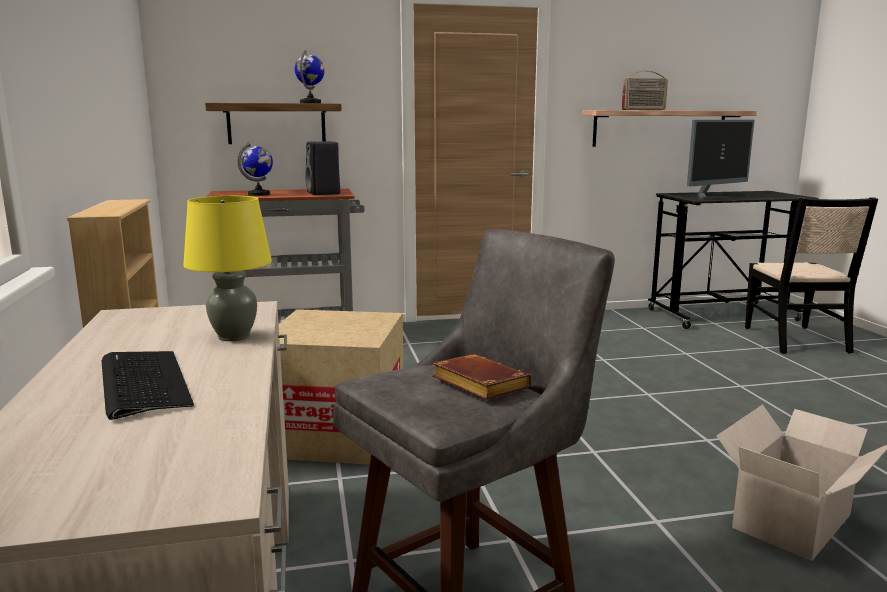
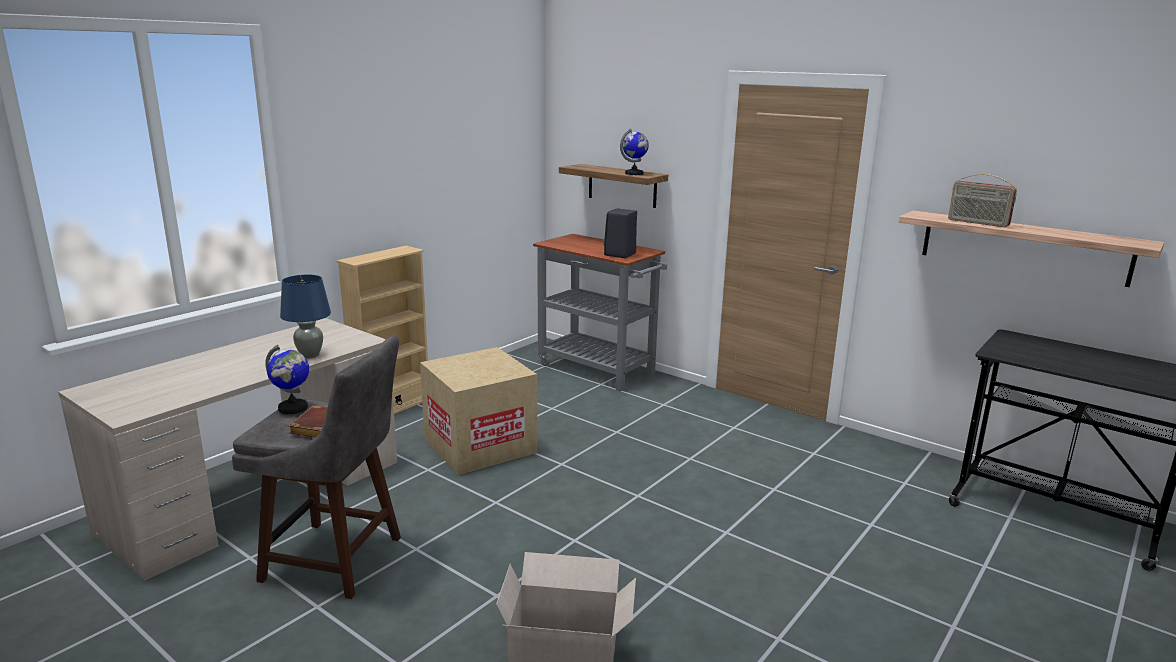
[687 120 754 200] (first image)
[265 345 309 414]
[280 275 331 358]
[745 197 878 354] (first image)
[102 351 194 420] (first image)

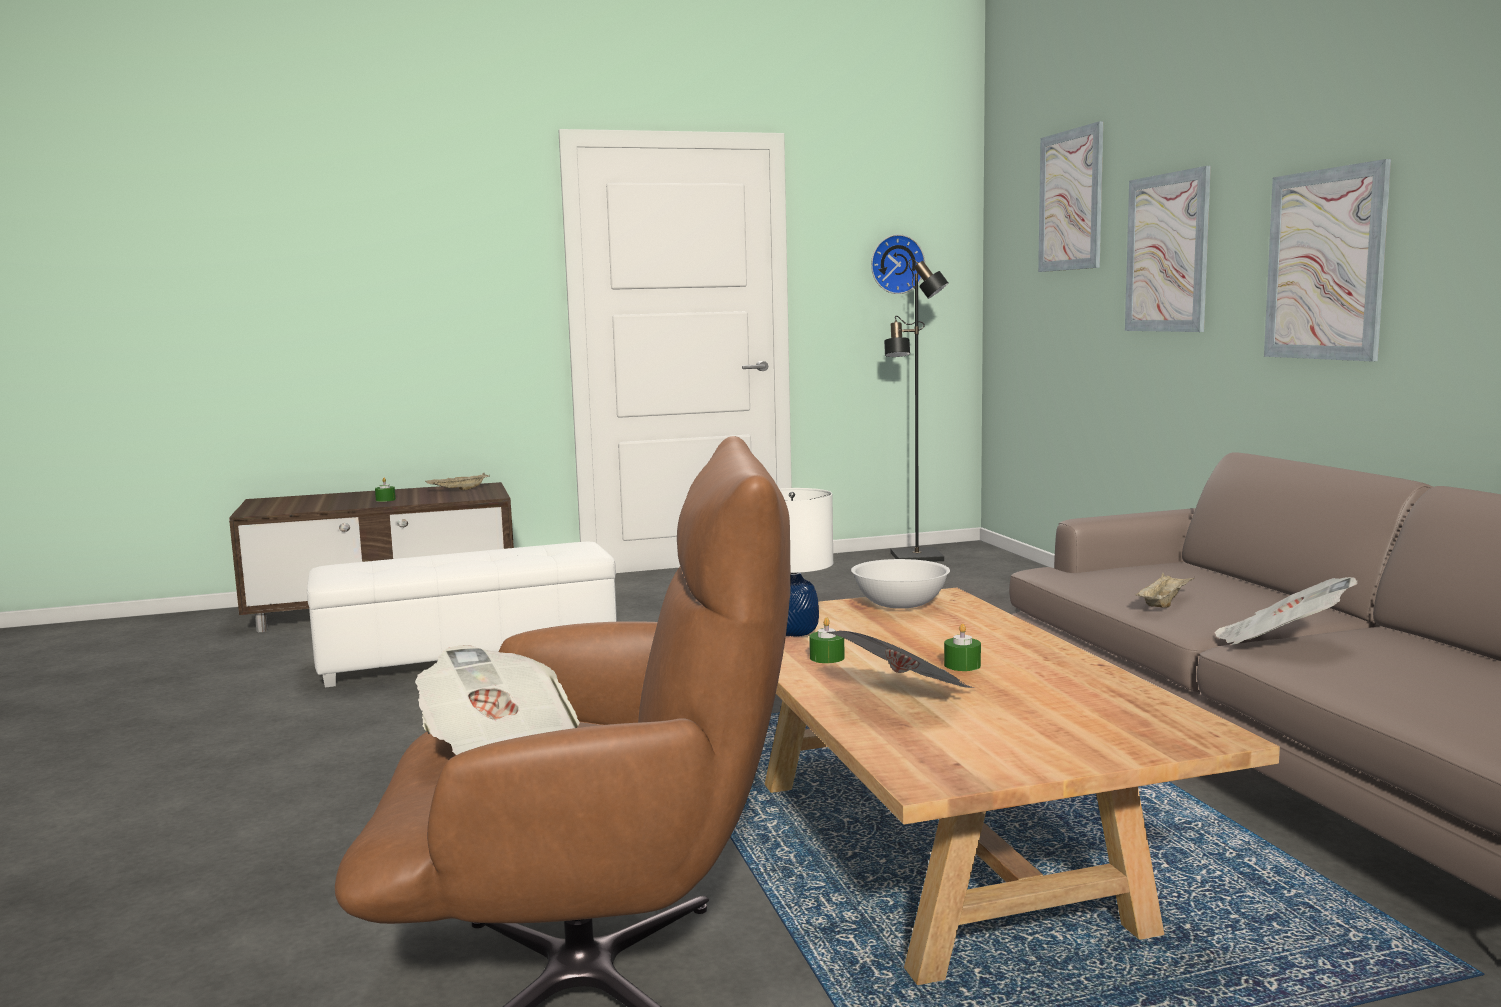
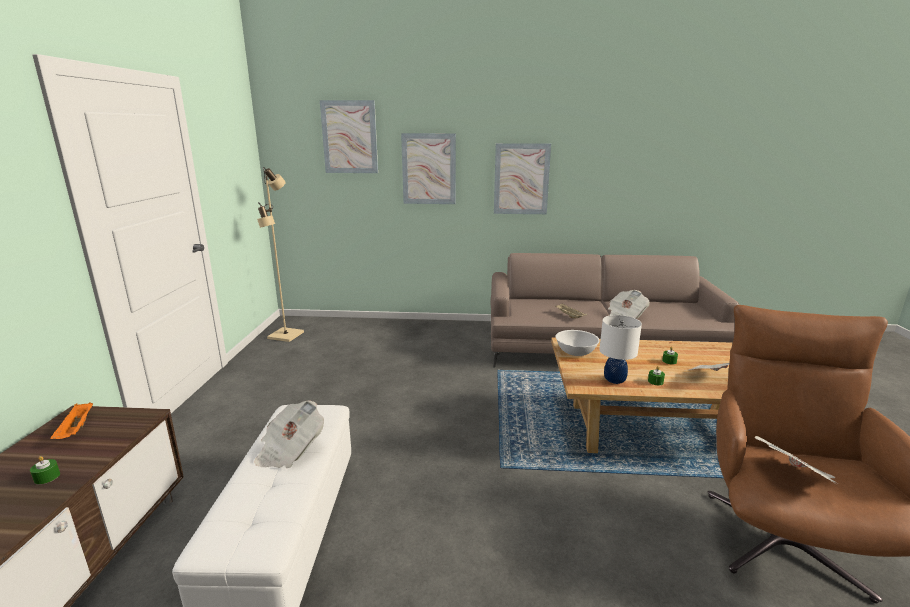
[871 234 925 294] (first image)
[257 167 304 342]
[50 402 93 439]
[254 400 324 468]

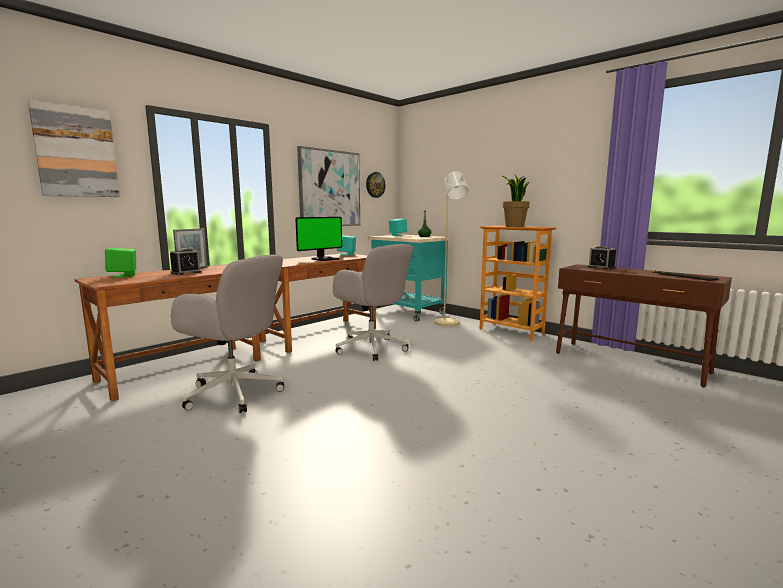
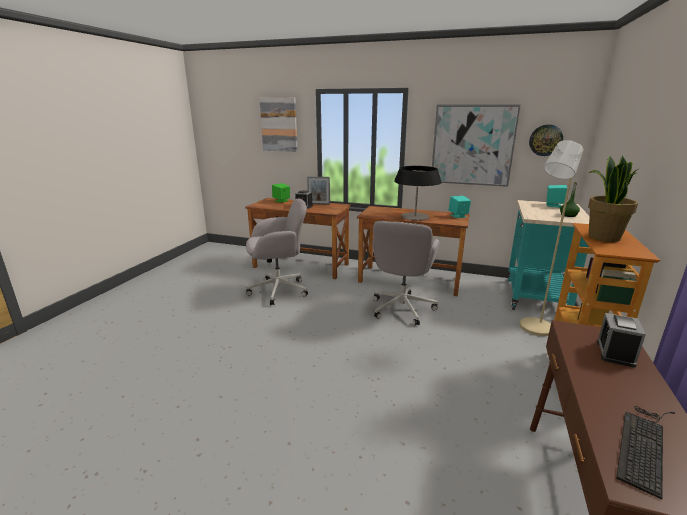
[395 166 442 221]
[246 198 308 305]

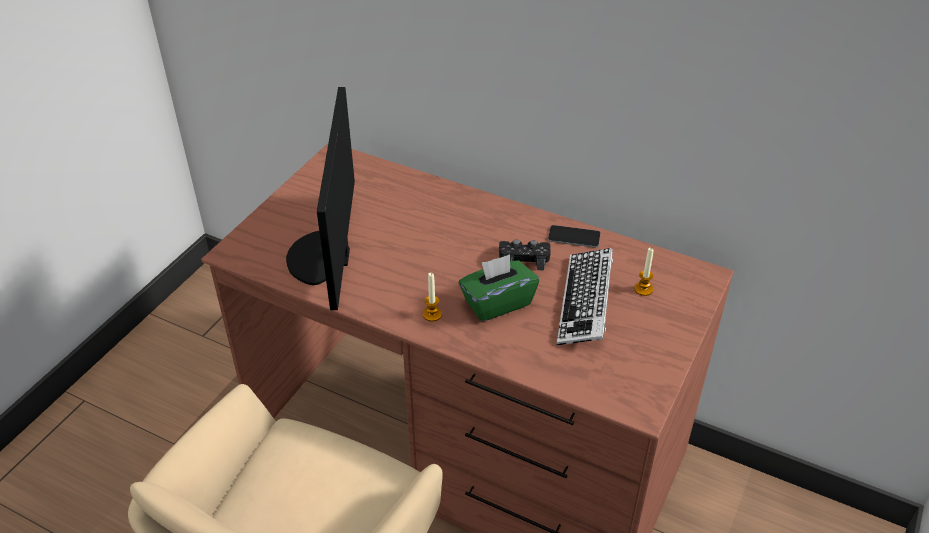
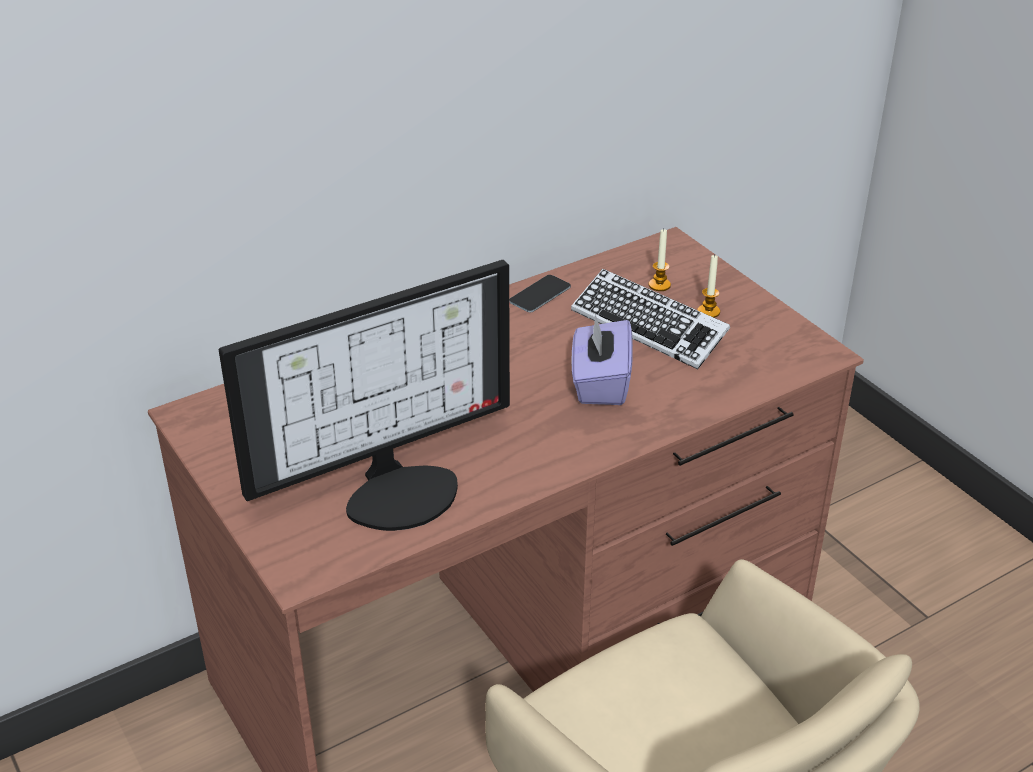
[219 260 510 531]
[499 239 551 270] (first image)
[572 314 633 405]
[698 254 720 318]

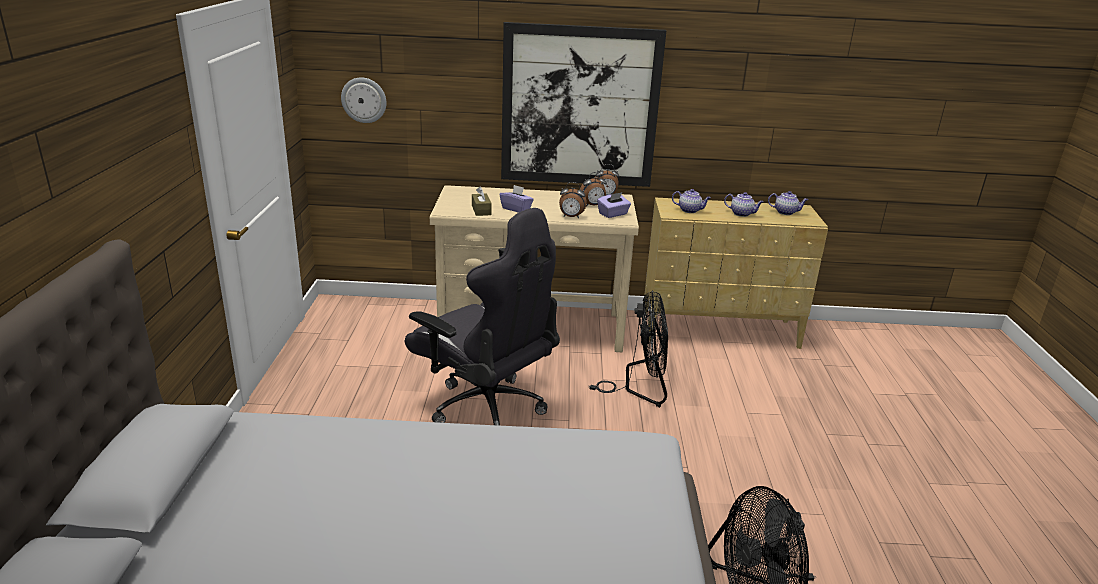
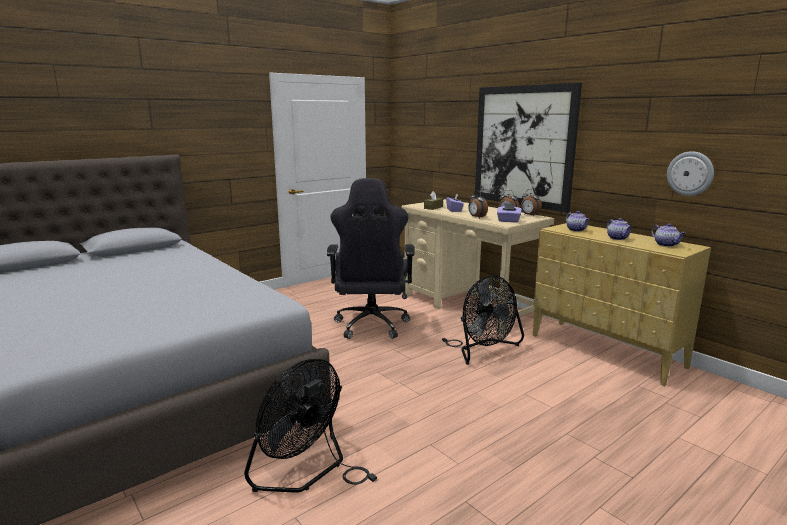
[667 151 714 196]

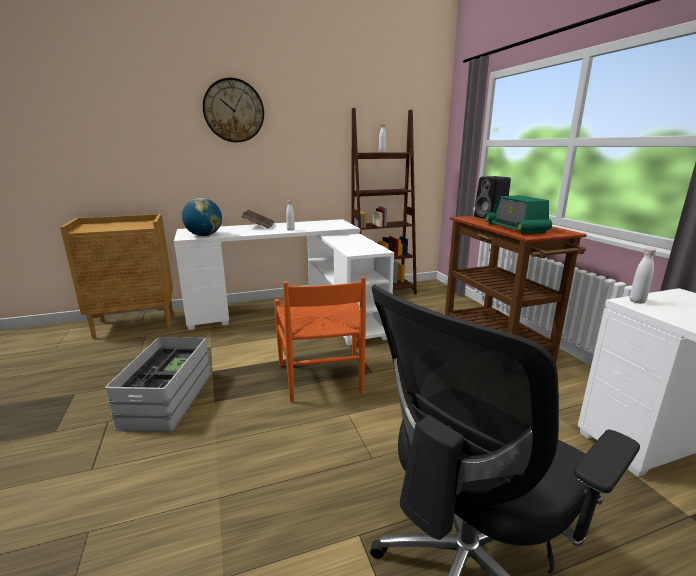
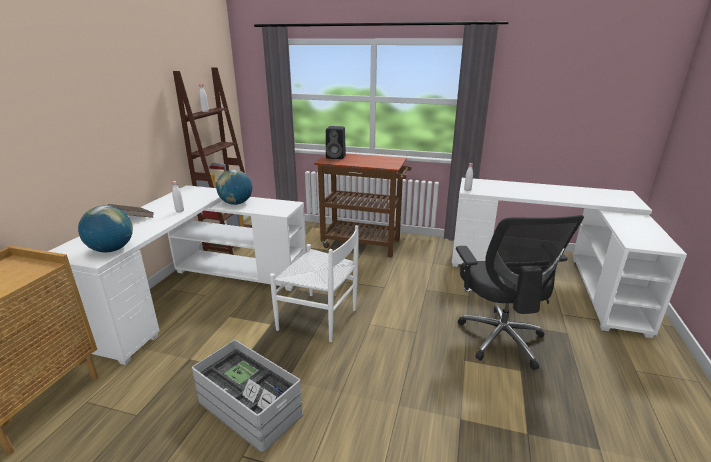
[203 78 264 142] (first image)
[484 195 552 234] (first image)
[270 225 358 342]
[216 170 252 205]

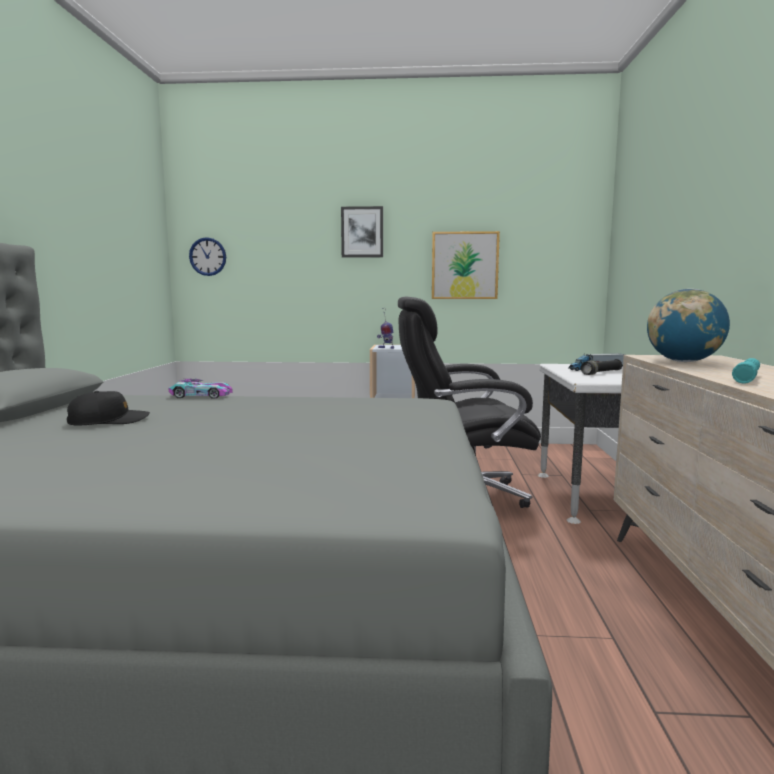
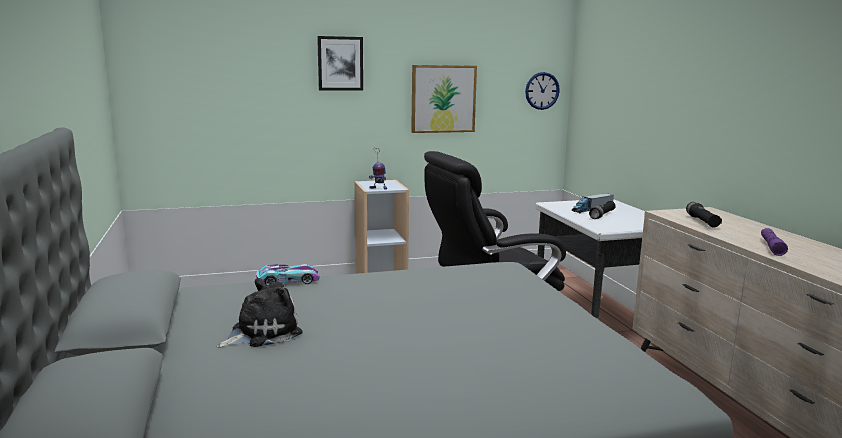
[525 72 560 110]
[686 202 722 227]
[761 228 788 256]
[217 279 303 348]

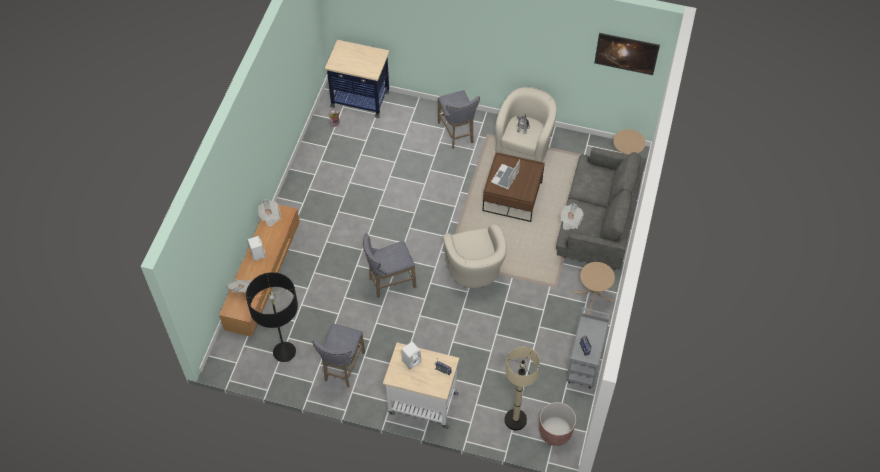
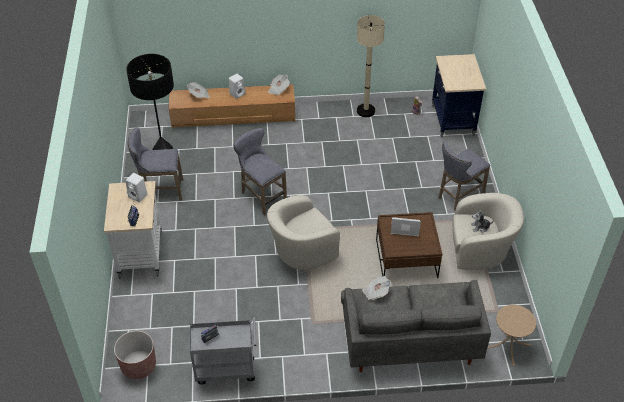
[594 33 660 75] (first image)
[573 262 615 314] (first image)
[357 15 385 117]

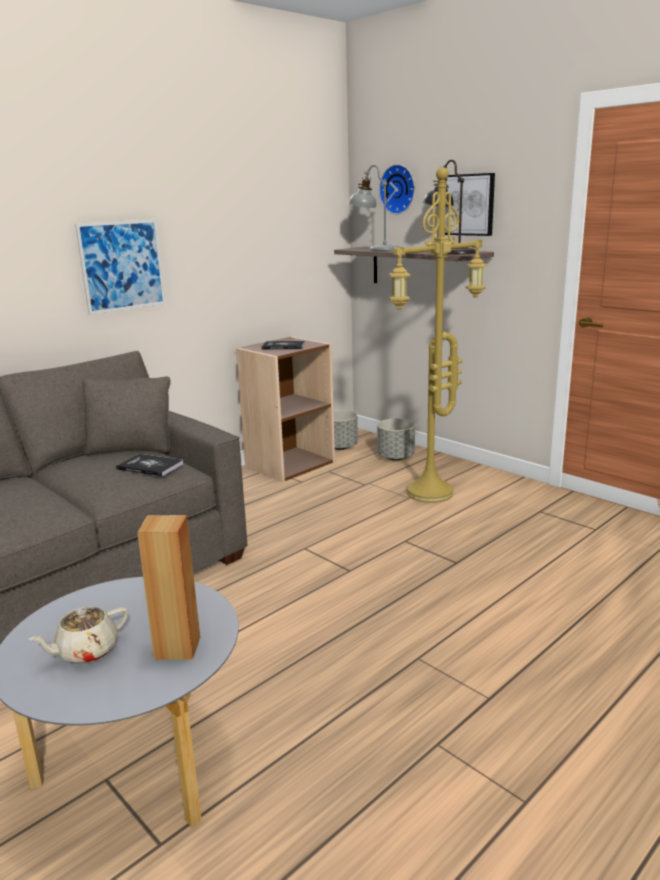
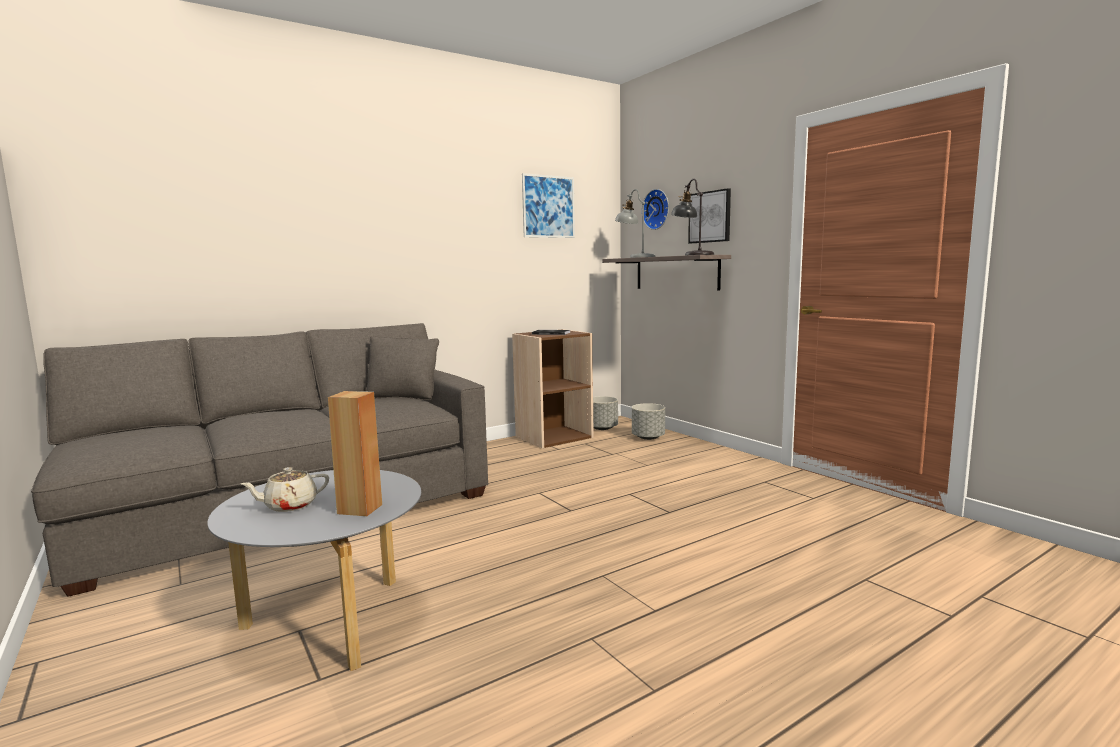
[389 167 487 503] (first image)
[522 173 575 238]
[116 454 183 477] (first image)

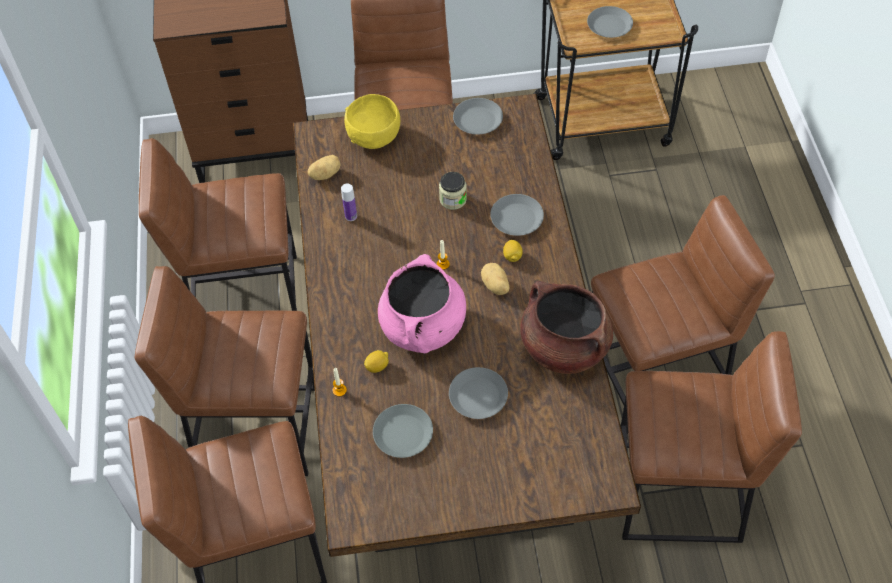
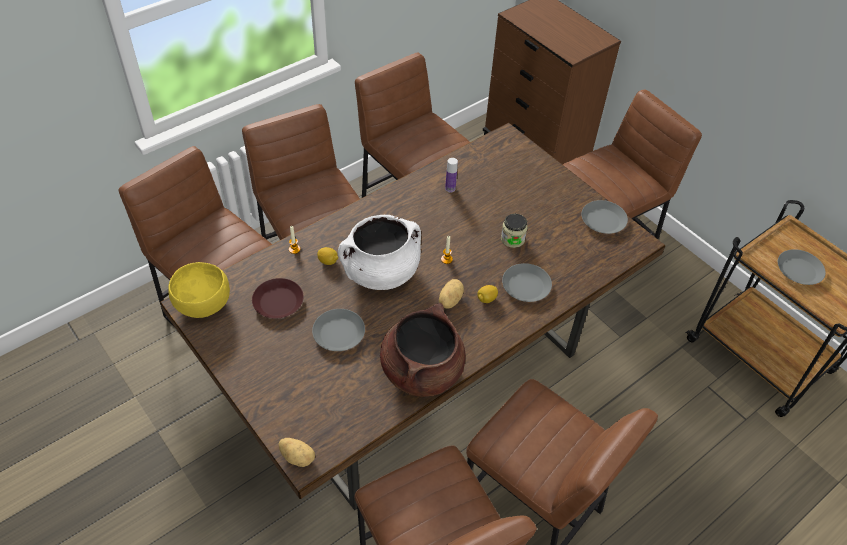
[168 262 230 318]
[278 438 315 467]
[338 215 421 290]
[252 278 304 319]

